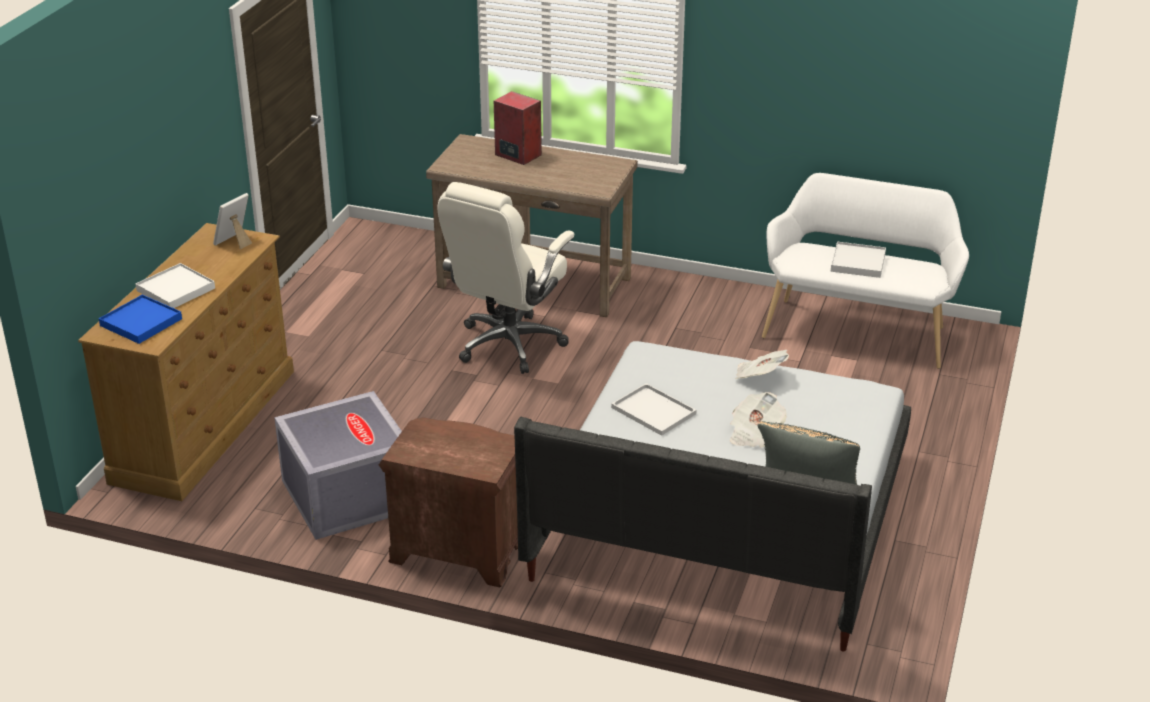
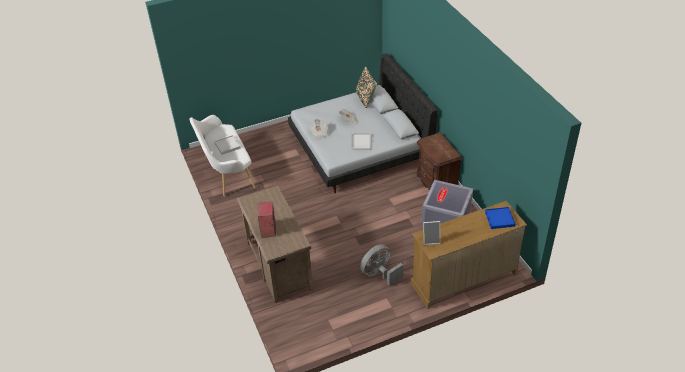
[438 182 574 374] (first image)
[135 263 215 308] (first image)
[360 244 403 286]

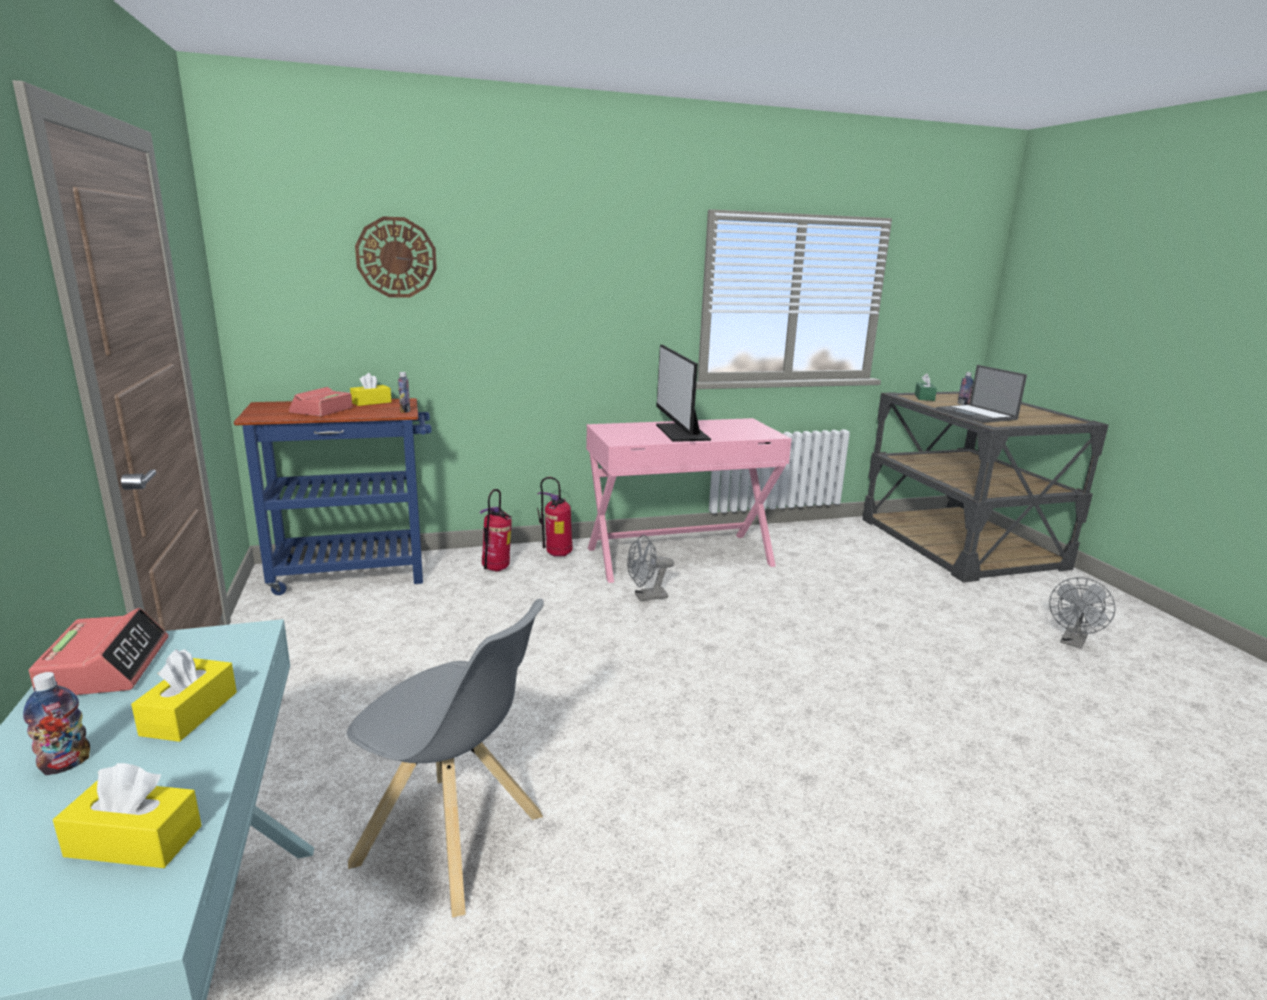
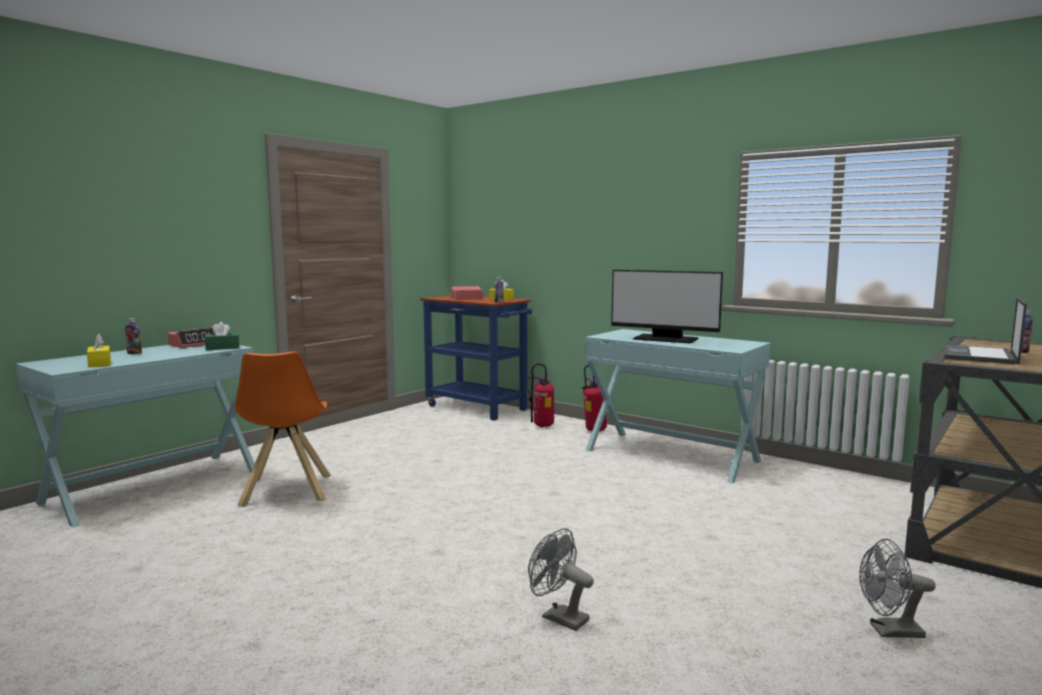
[355 216 437 298] (first image)
[611 270 723 344]
[205 322 239 350]
[585 329 771 483]
[528 528 594 631]
[235 351 331 506]
[131 649 237 742] (first image)

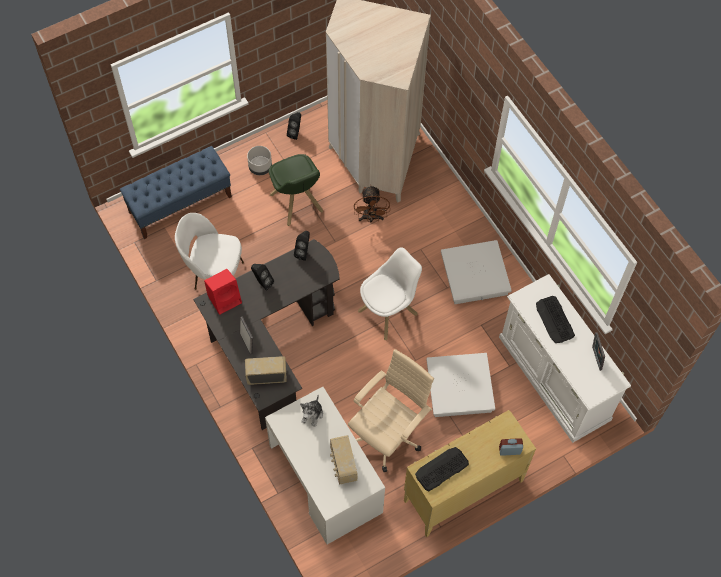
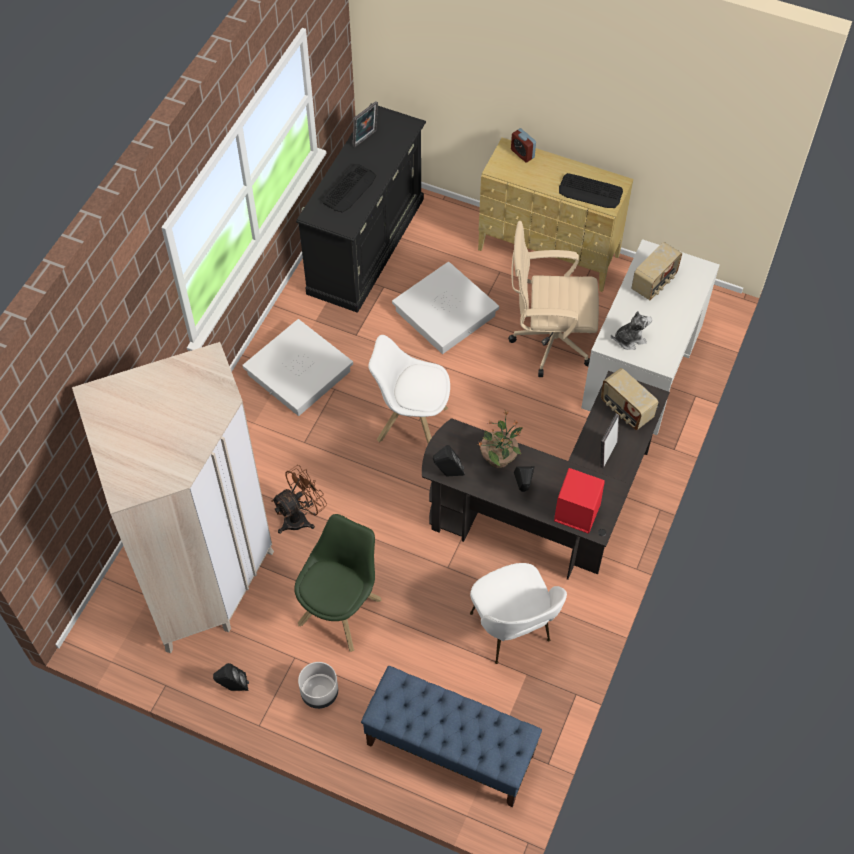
[296 104 426 313]
[478 411 523 468]

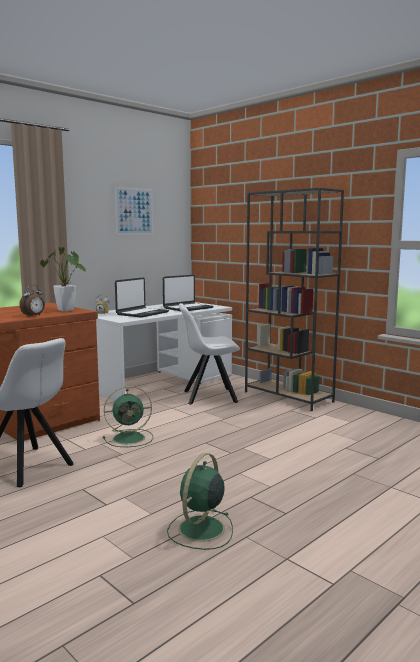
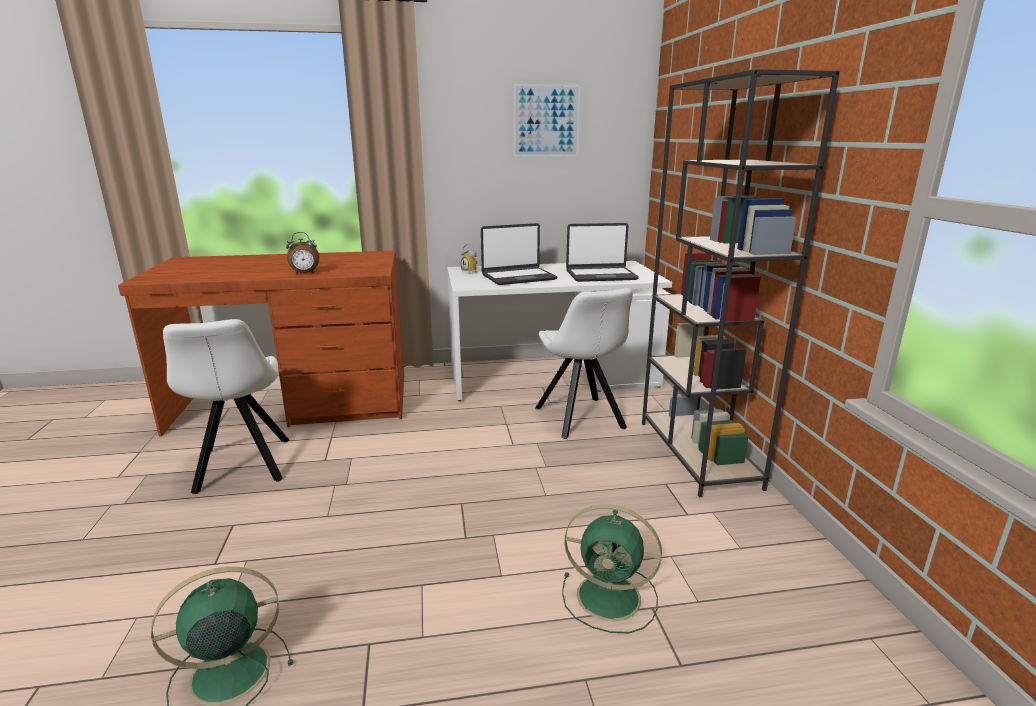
[40 247 86 312] (first image)
[535 288 633 439]
[562 504 662 633]

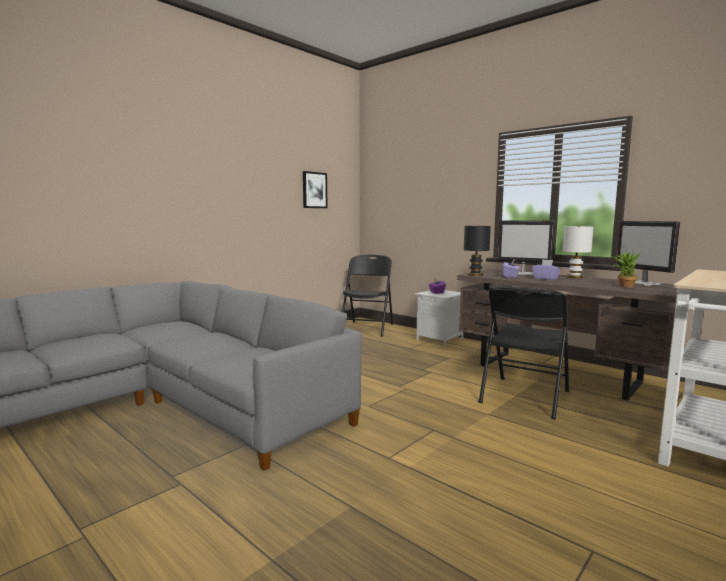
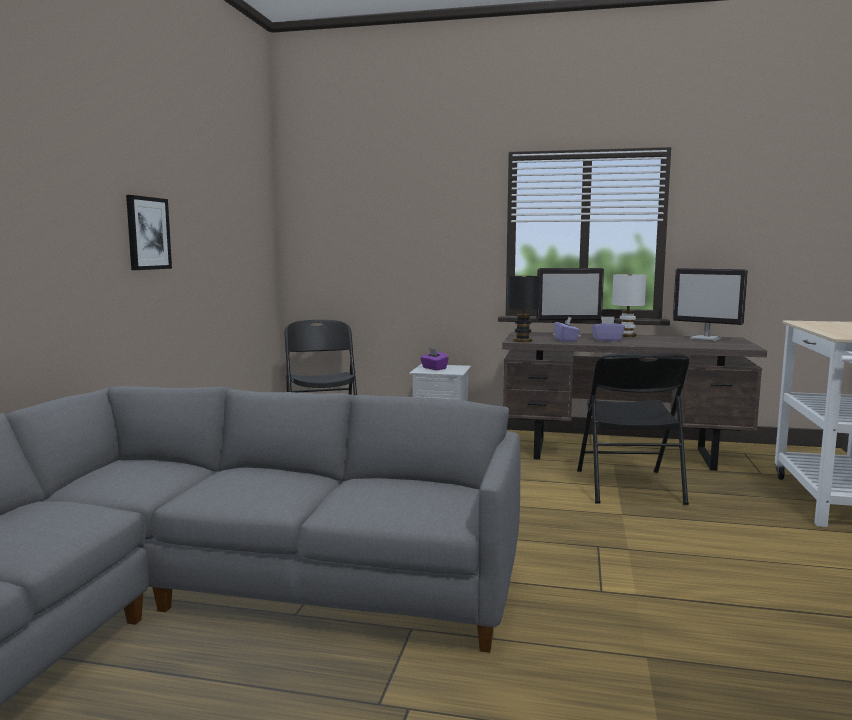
[126 195 172 270]
[610 250 641 288] (first image)

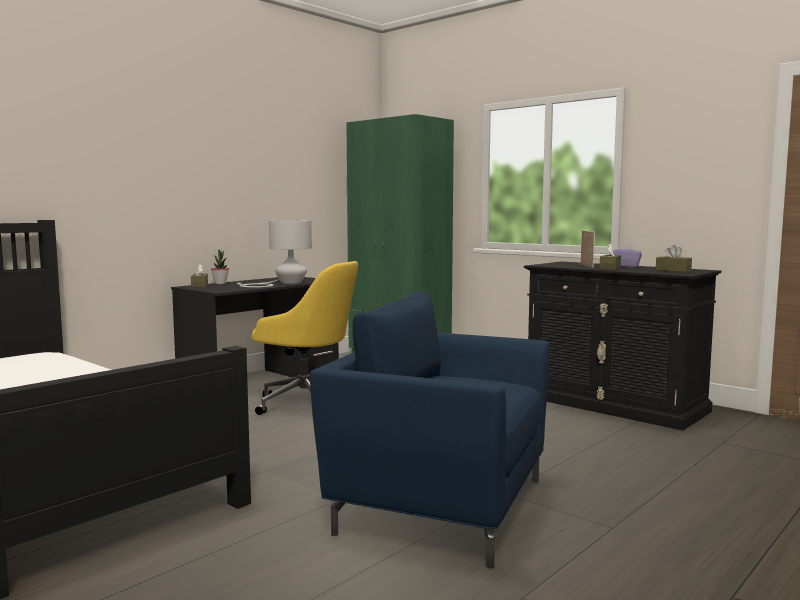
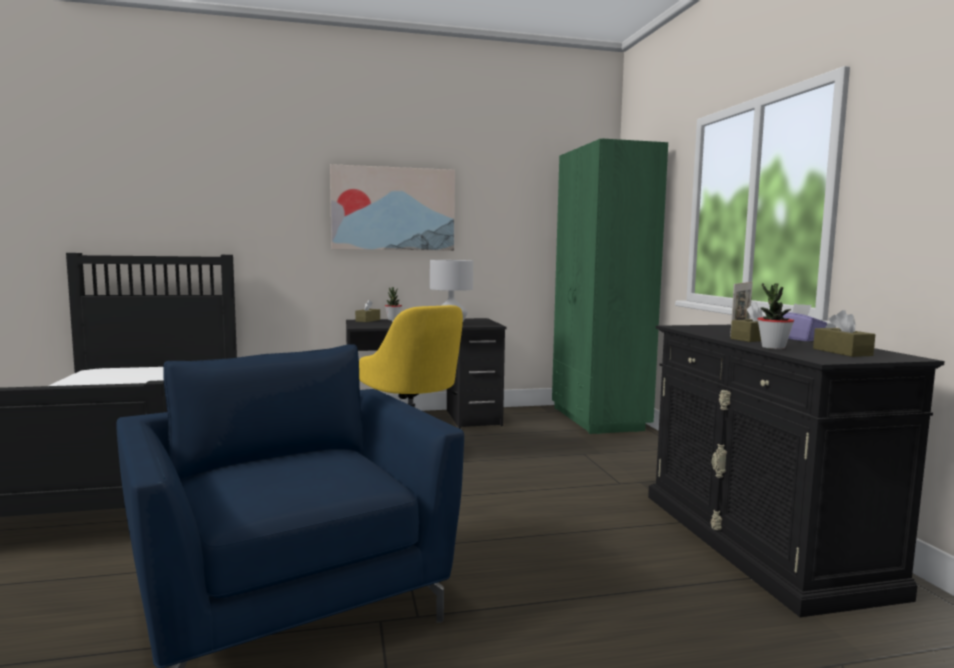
[330 164 455 251]
[758 283 794 349]

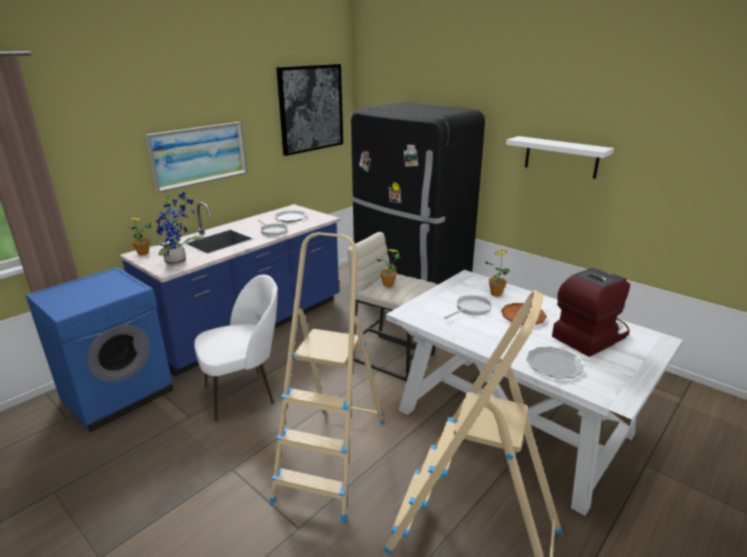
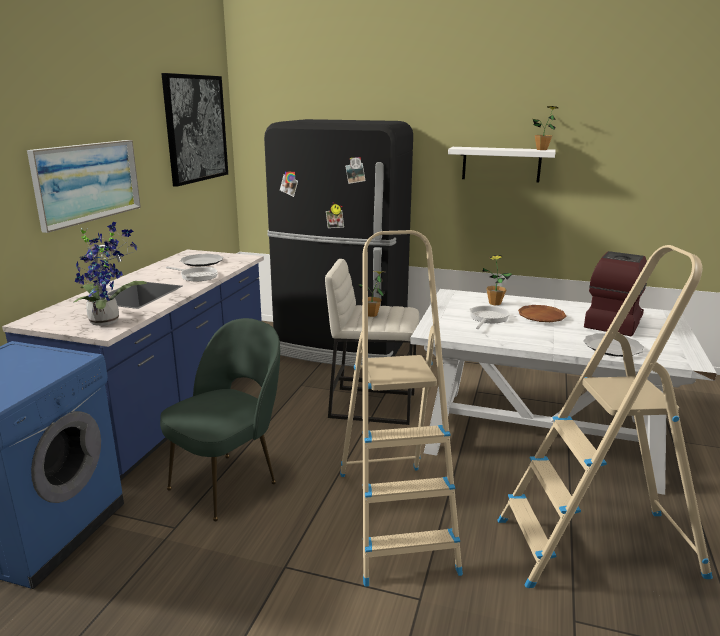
[533 106 558 150]
[160 318 280 521]

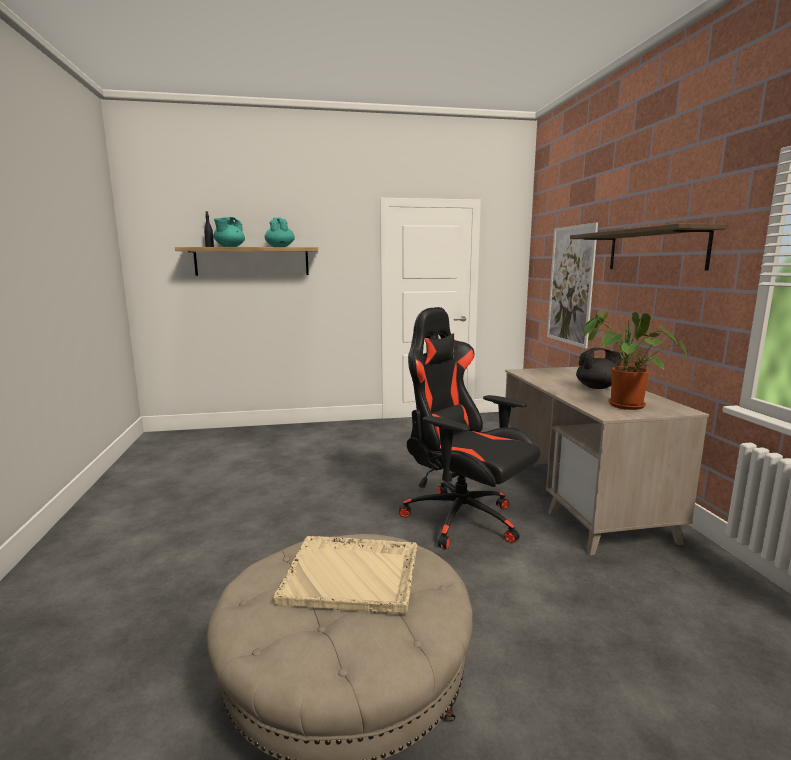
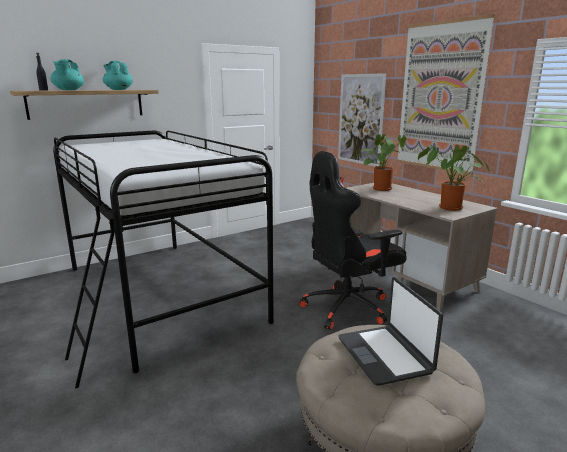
[397 14 495 175]
[299 151 407 330]
[576 348 623 389] (first image)
[338 277 443 386]
[53 131 274 388]
[363 134 407 191]

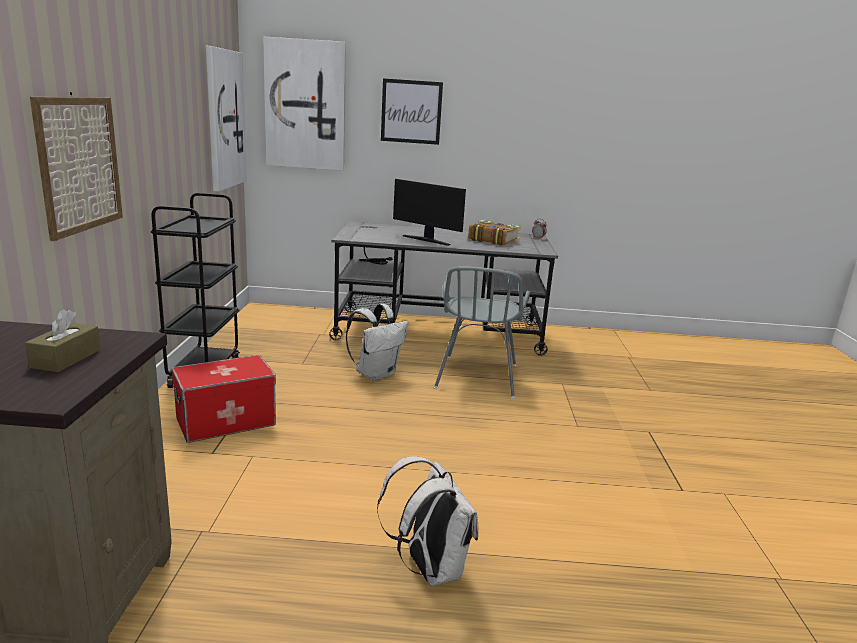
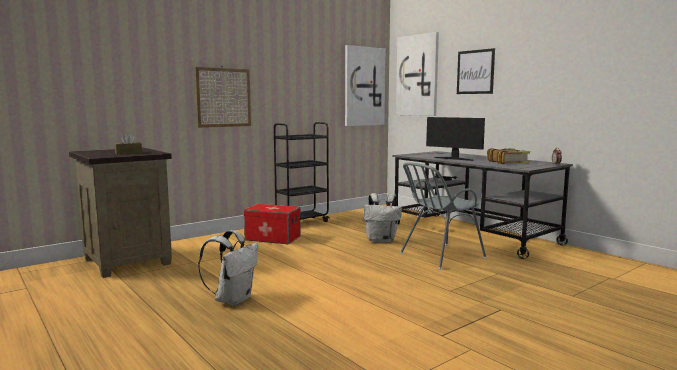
[426 117 485 161]

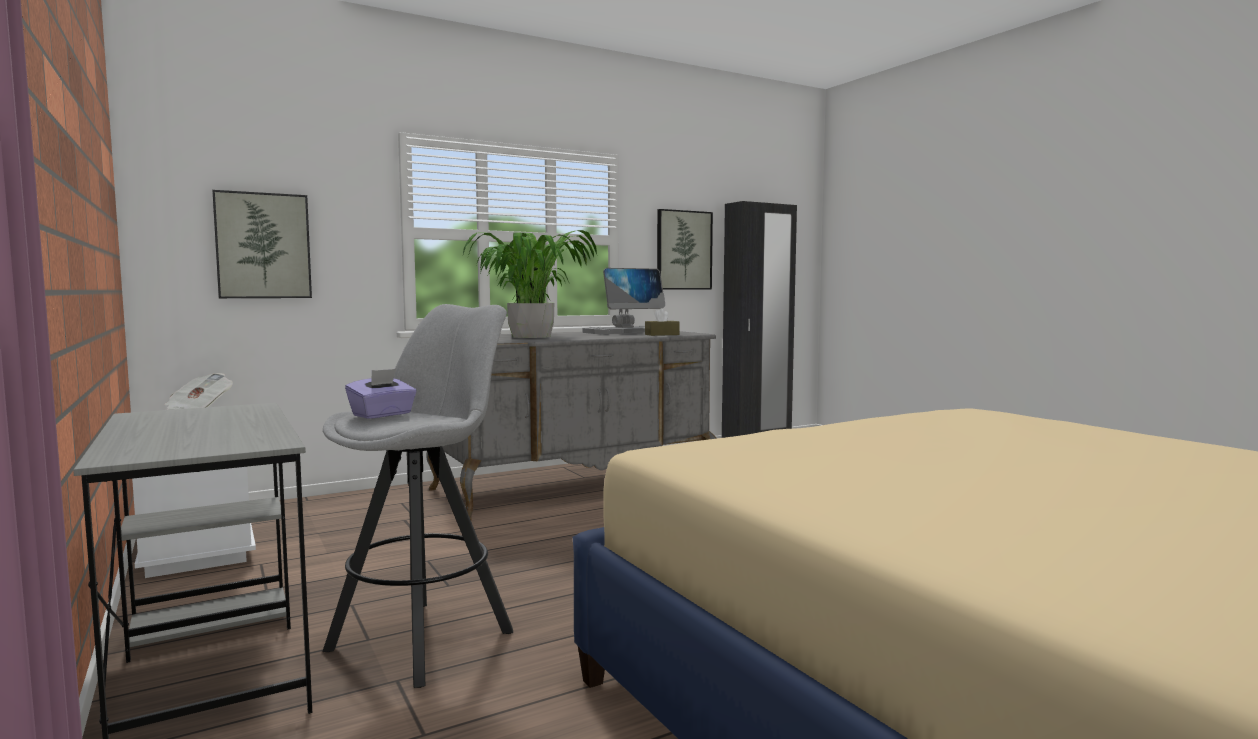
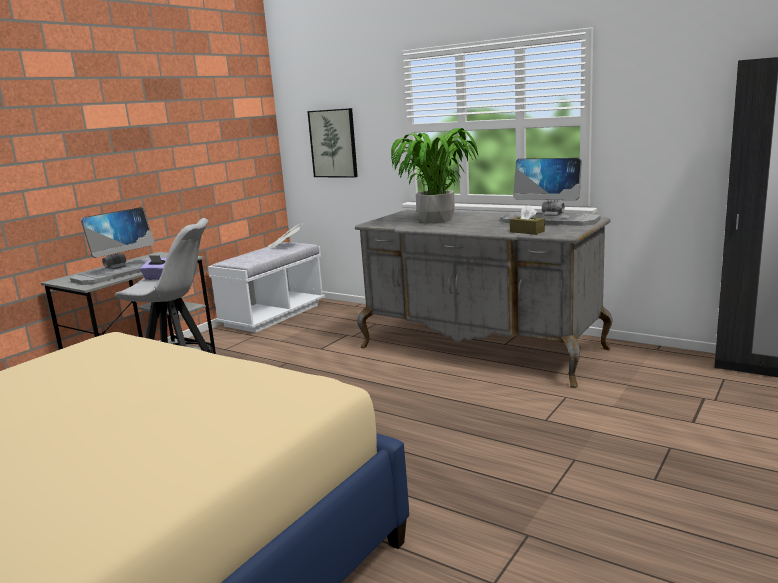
[657 209 713 289] (first image)
[70 207 161 285]

